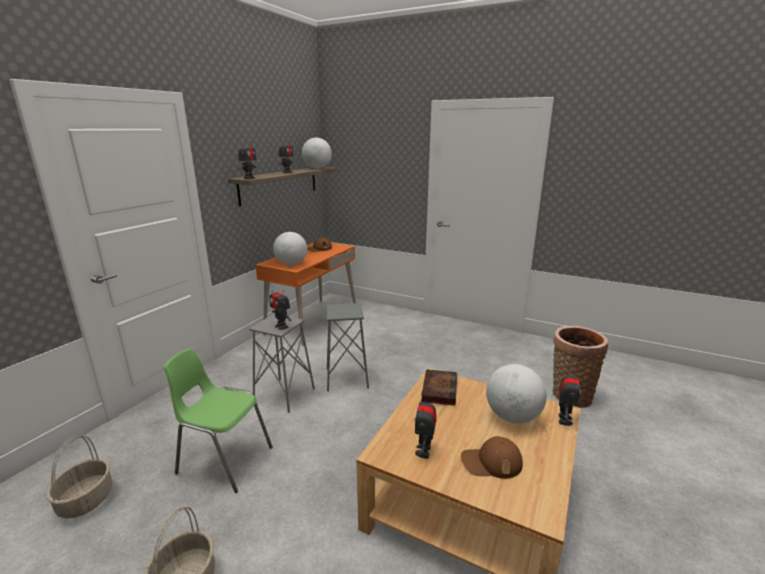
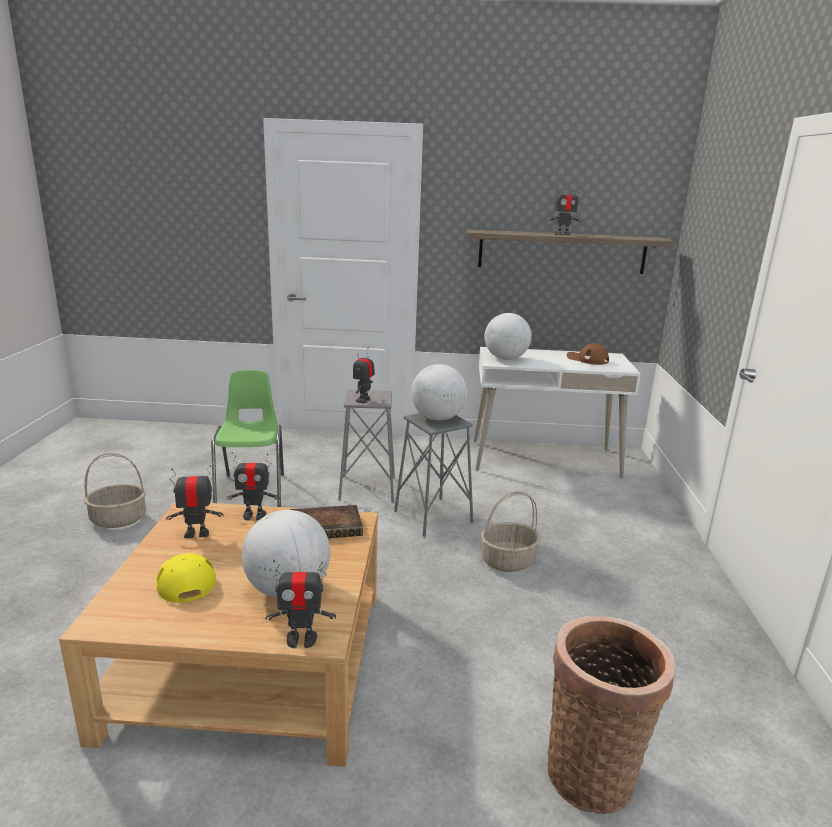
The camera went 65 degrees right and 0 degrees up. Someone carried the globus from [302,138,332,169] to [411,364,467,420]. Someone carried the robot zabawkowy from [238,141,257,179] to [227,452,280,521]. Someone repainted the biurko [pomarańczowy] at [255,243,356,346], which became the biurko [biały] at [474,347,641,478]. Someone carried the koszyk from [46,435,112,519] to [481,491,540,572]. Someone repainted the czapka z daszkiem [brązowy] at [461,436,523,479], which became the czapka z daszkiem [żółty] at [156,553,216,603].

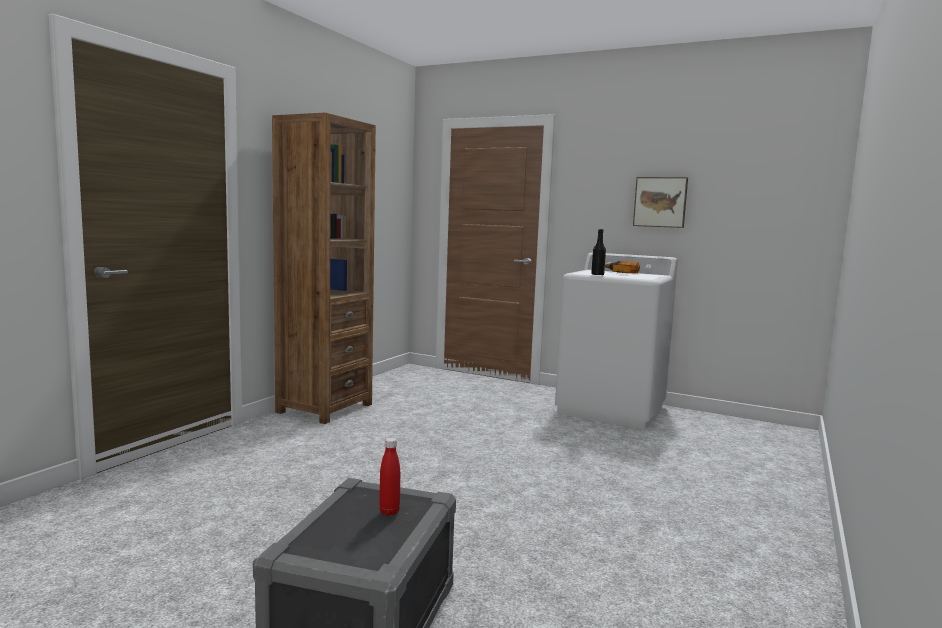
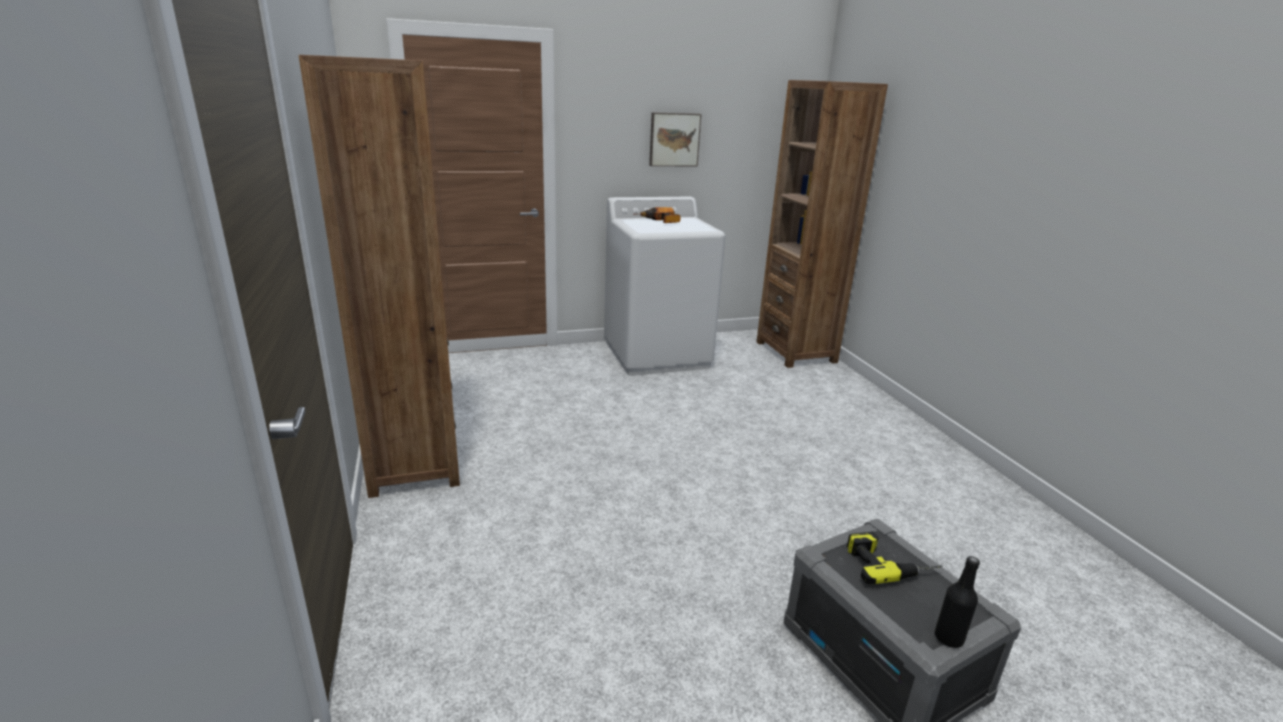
The camera went 45 degrees left and 15 degrees up. Someone carried the butelka [czarny] from [591,229,606,275] to [935,556,980,648]. Someone swapped the butelka [czerwony] at [379,438,400,516] for the wiertarka at [847,531,943,585]. Someone put down the regał [brązowy] at [757,80,888,368].

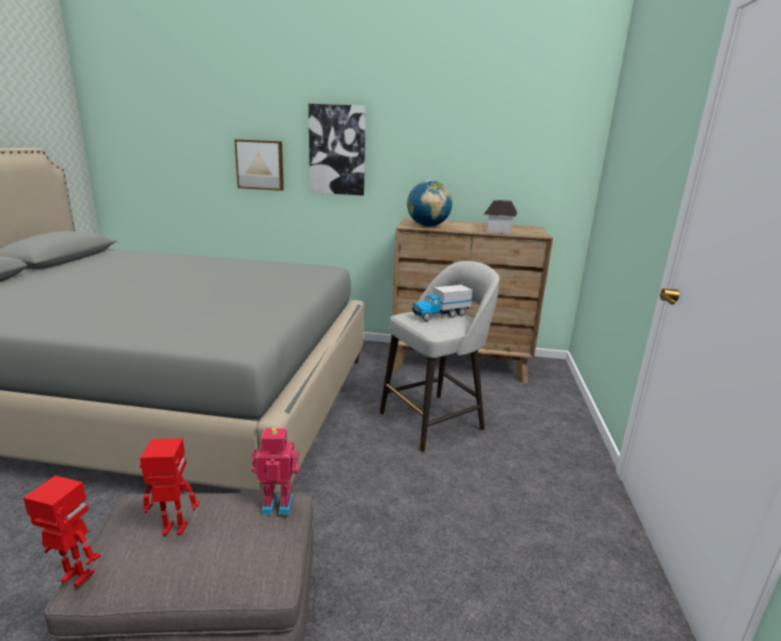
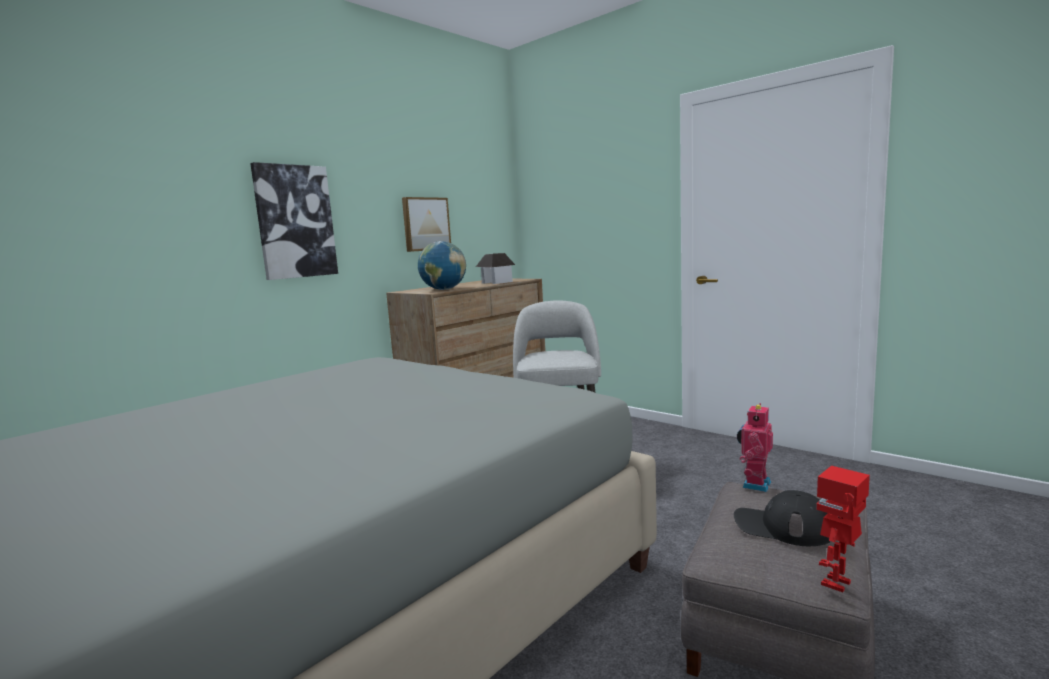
The camera went 55 degrees left and 10 degrees down. Someone carried the obraz from [234,139,284,191] to [402,197,451,252]. Someone took away the ciężarówka zabawkowa at [412,285,473,321]. Someone swapped the robot zabawkowy at [140,438,200,536] for the czapka z daszkiem [czarny] at [734,490,831,546].

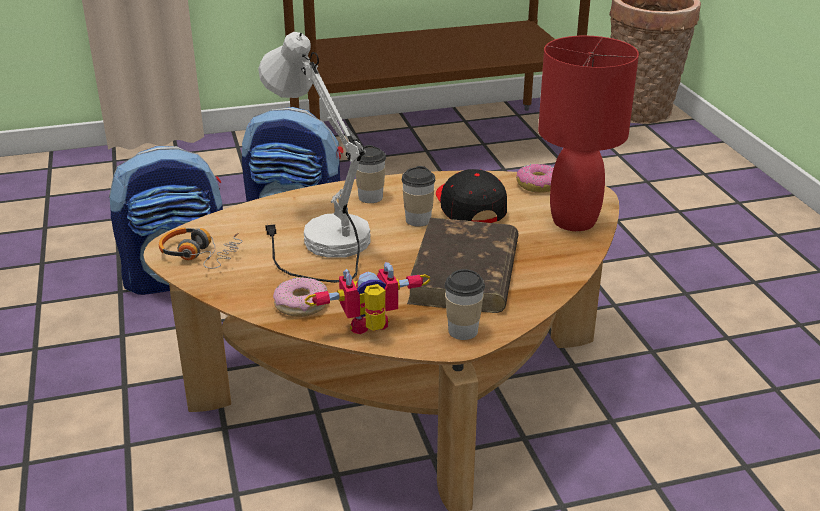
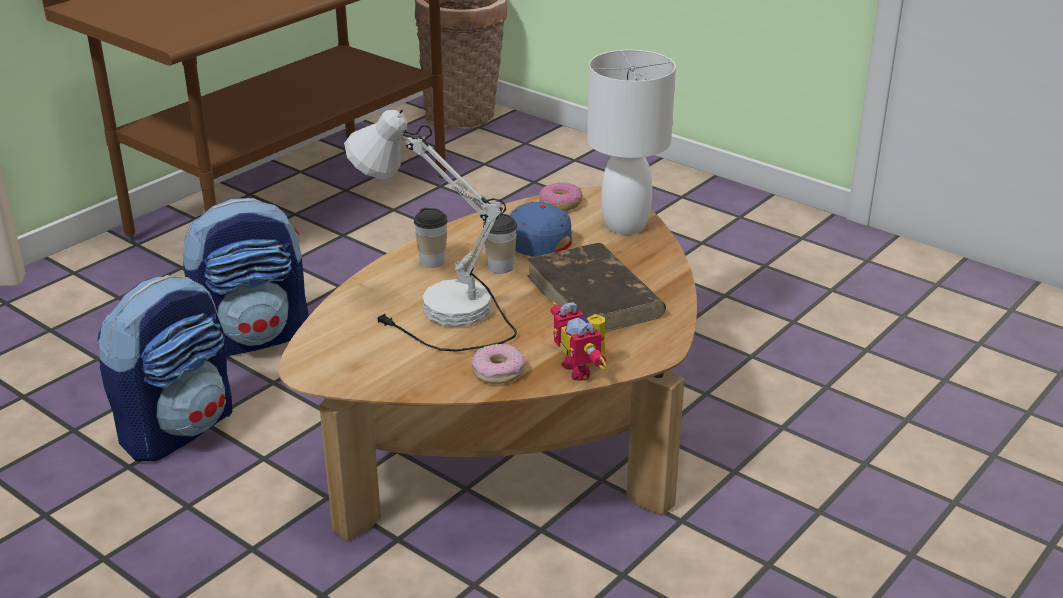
The camera went 35 degrees left and 0 degrees up. Someone repainted the lampa stołowa [czerwony] at [538,36,639,231], which became the lampa stołowa [biały] at [587,50,676,234]. Someone repainted the czapka z daszkiem [czarny] at [436,169,507,223], which became the czapka z daszkiem [niebieski] at [483,202,572,257]. Someone took away the słuchawki at [159,227,242,269]. Someone rotated the robot zabawkowy at [304,262,431,334] by 60 degrees counterclockwise. Someone took away the filiżanka at [444,269,485,340].

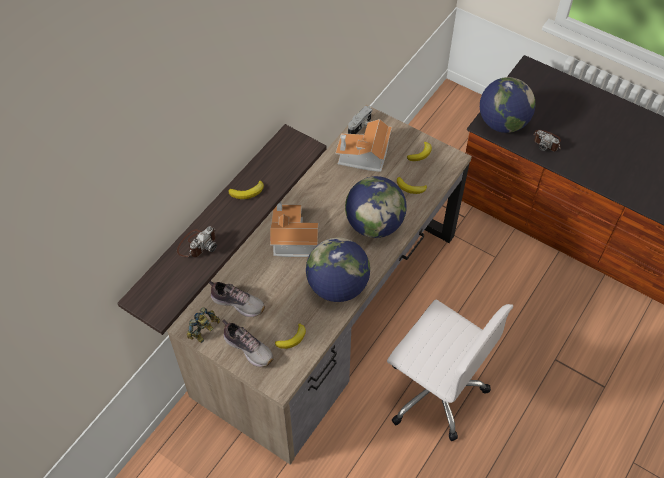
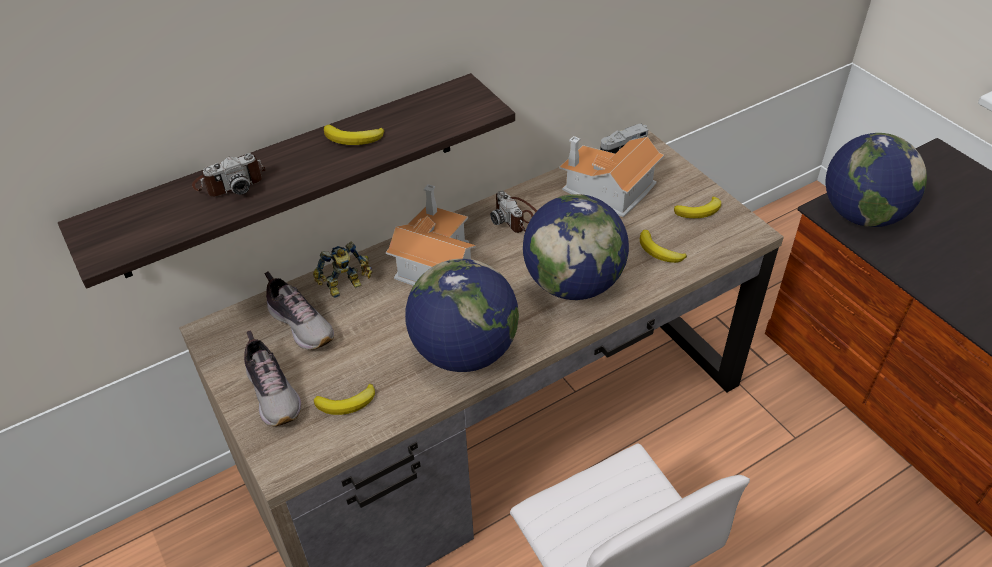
The camera went 25 degrees right and 10 degrees down. Someone carried the aparat fotograficzny from [533,130,561,152] to [490,190,537,233]. Someone carried the robot zabawkowy from [187,307,220,343] to [313,241,372,298].

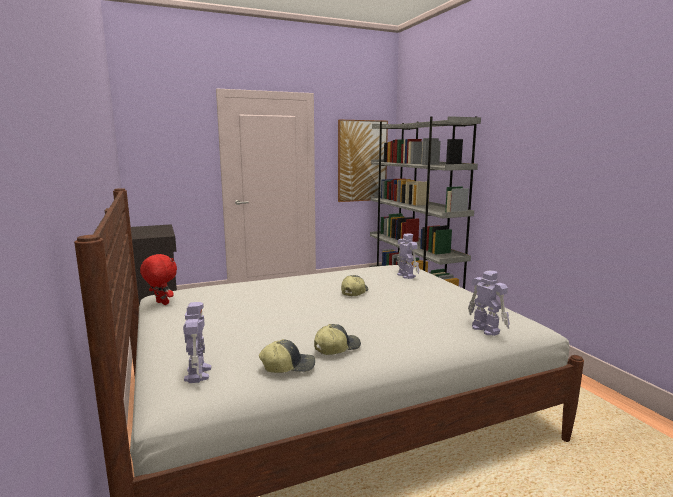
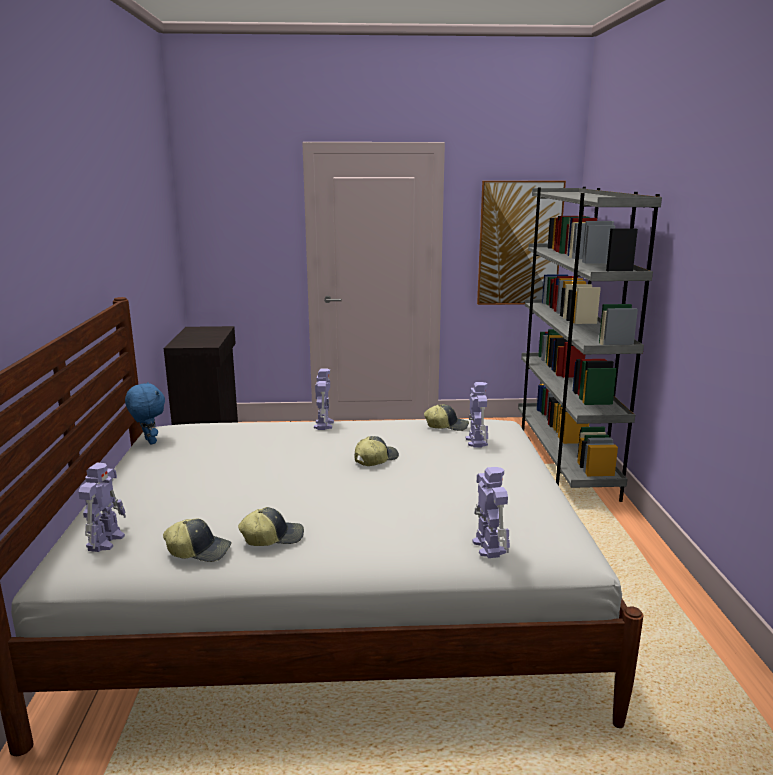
The camera went 20 degrees right and 5 degrees up. Someone repainted the pluszak [czerwony] at [140,254,177,305], which became the pluszak [niebieski] at [125,382,165,444]. Someone put down the robot zabawkowy at [314,369,334,430]. Someone put down the czapka z daszkiem at [424,404,469,431].

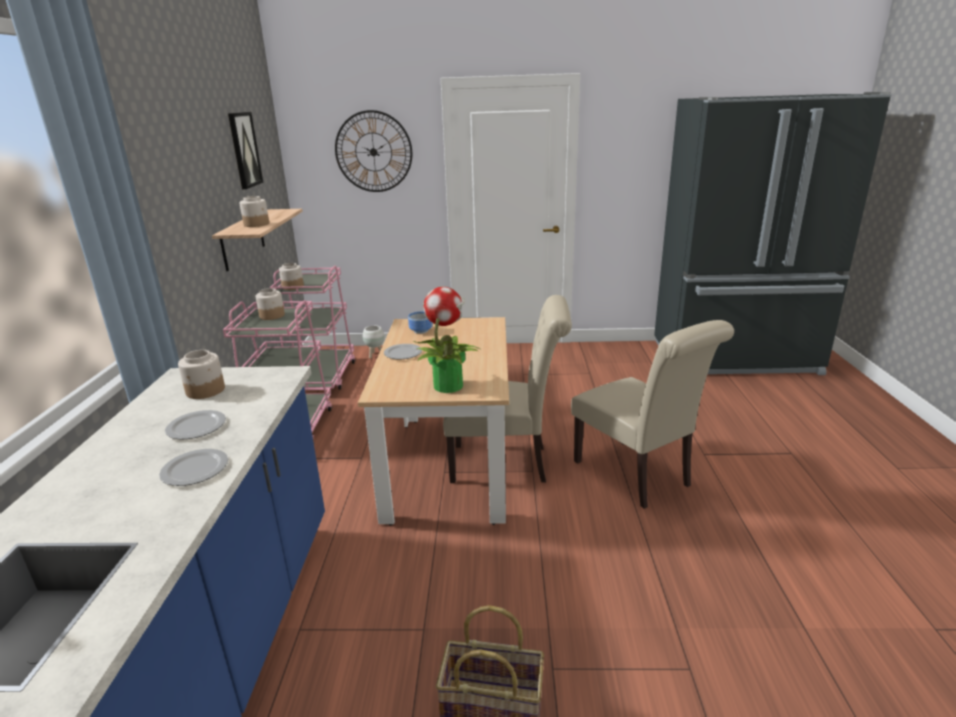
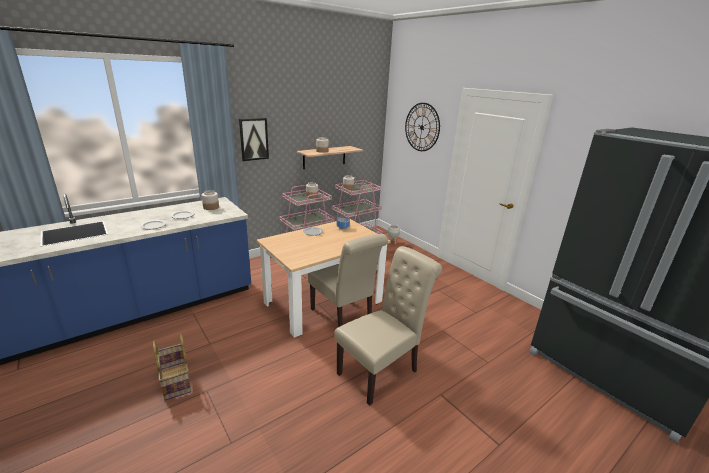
The camera went 50 degrees right and 0 degrees up. Someone carried the obraz from [228,112,263,189] to [239,118,269,161]. Someone took away the roślina doniczkowa at [414,287,481,393]. Someone rotated the krzesło [beżowy] at [571,320,734,509] by 150 degrees counterclockwise.

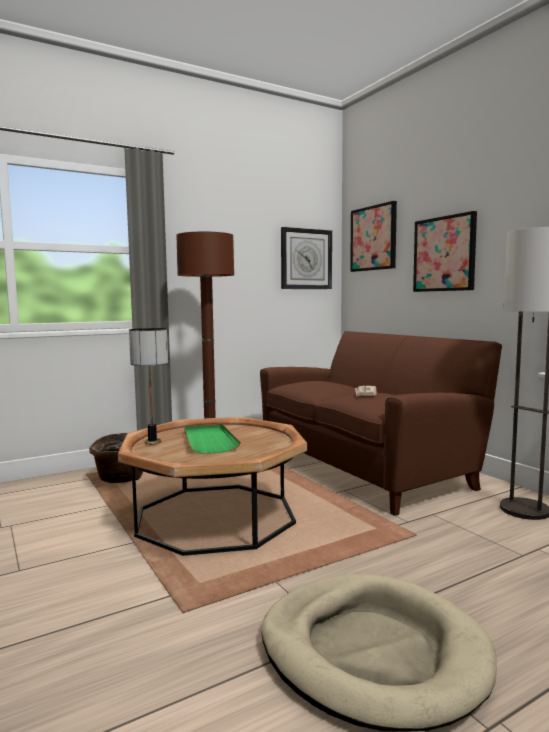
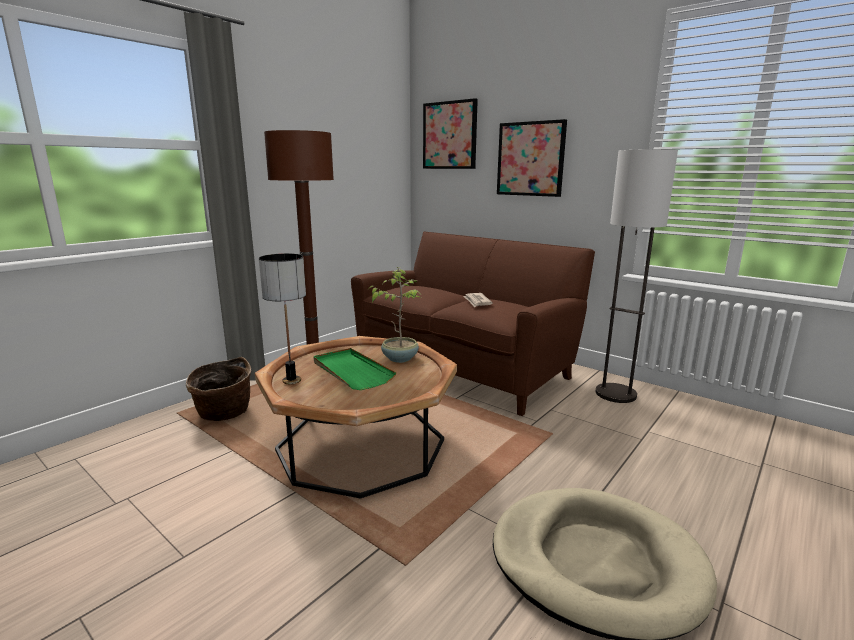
The camera went 20 degrees left and 10 degrees up. Someone took away the zegar ścienny at [281,227,332,289]. Someone put down the roślina doniczkowa at [368,267,421,363].

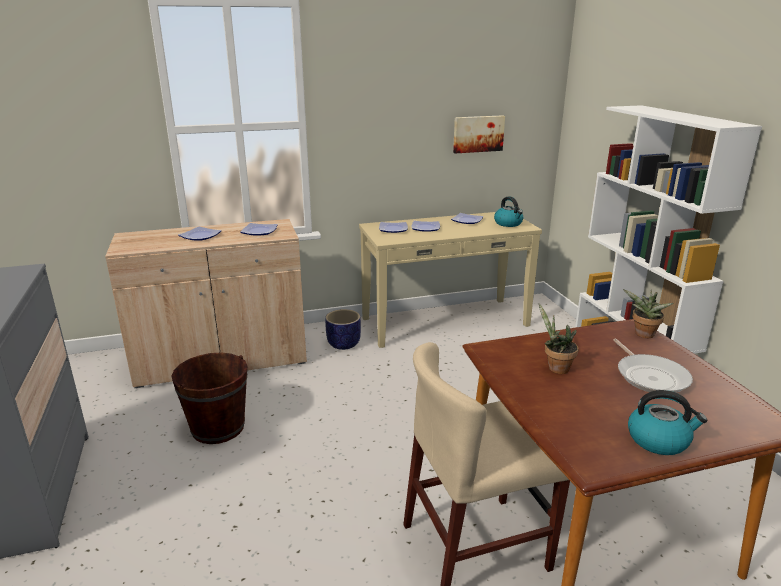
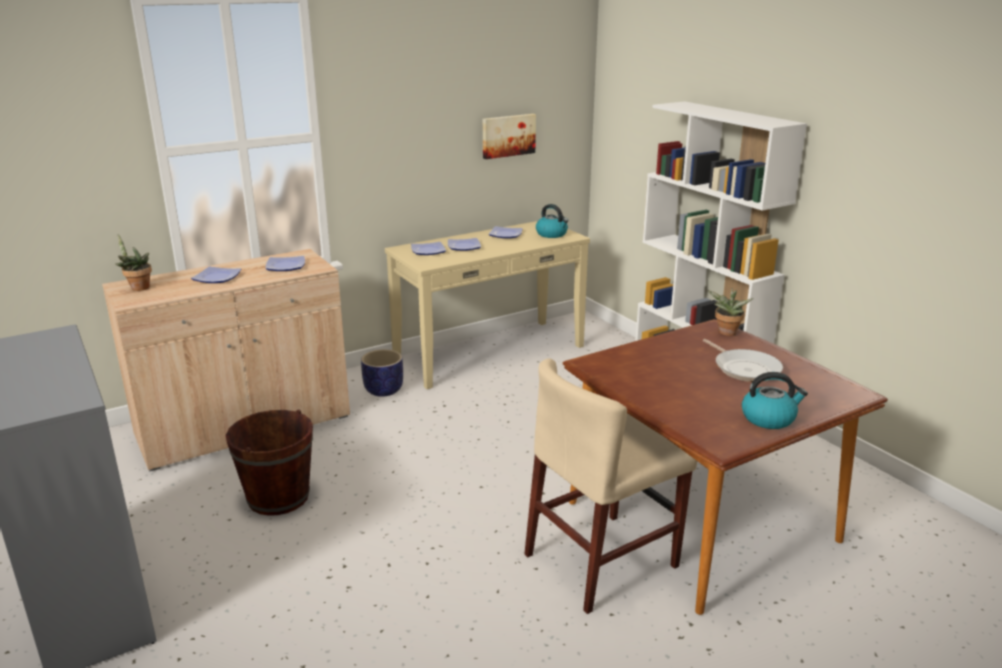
The camera went 15 degrees left and 0 degrees up. Someone carried the roślina doniczkowa from [539,303,578,374] to [115,234,152,291].

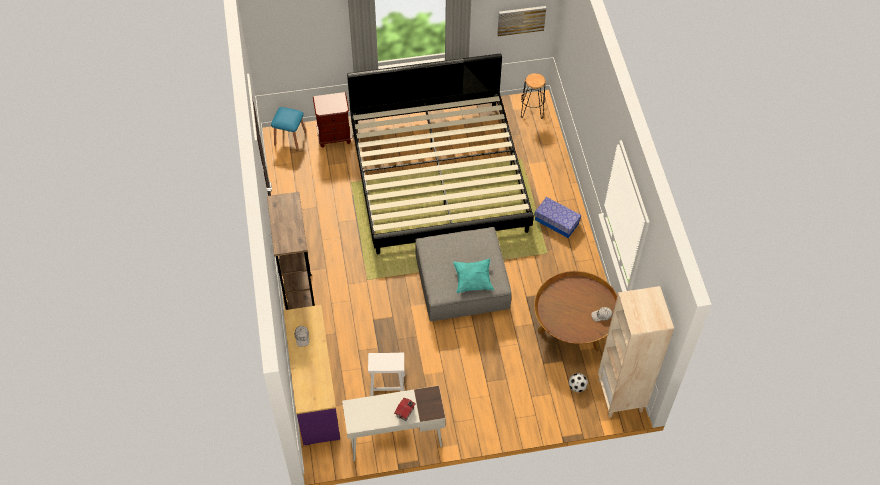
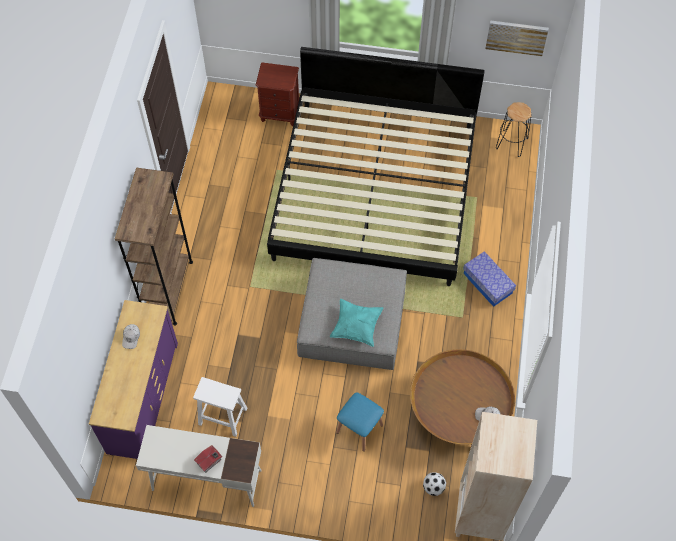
The camera went 20 degrees right and 5 degrees up. Someone carried the stołek [niebieski] from [271,107,306,151] to [336,392,384,451].

